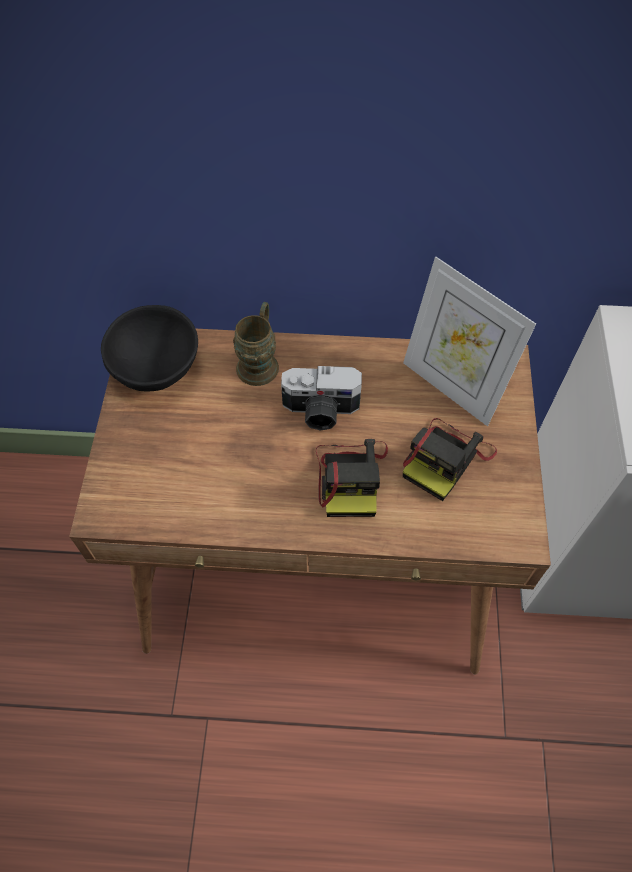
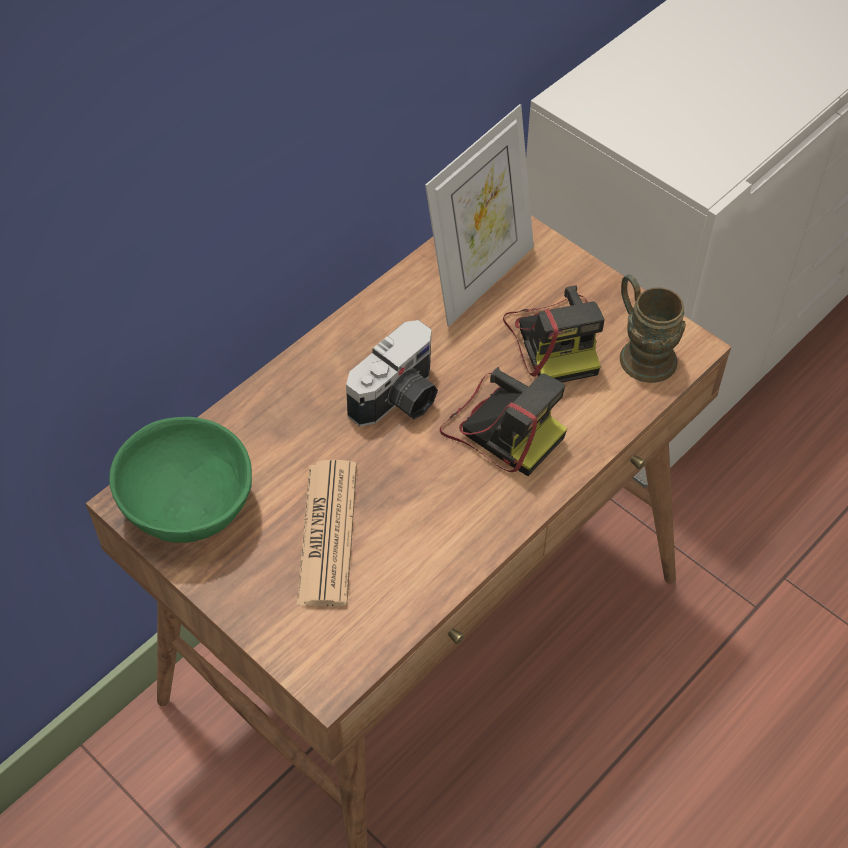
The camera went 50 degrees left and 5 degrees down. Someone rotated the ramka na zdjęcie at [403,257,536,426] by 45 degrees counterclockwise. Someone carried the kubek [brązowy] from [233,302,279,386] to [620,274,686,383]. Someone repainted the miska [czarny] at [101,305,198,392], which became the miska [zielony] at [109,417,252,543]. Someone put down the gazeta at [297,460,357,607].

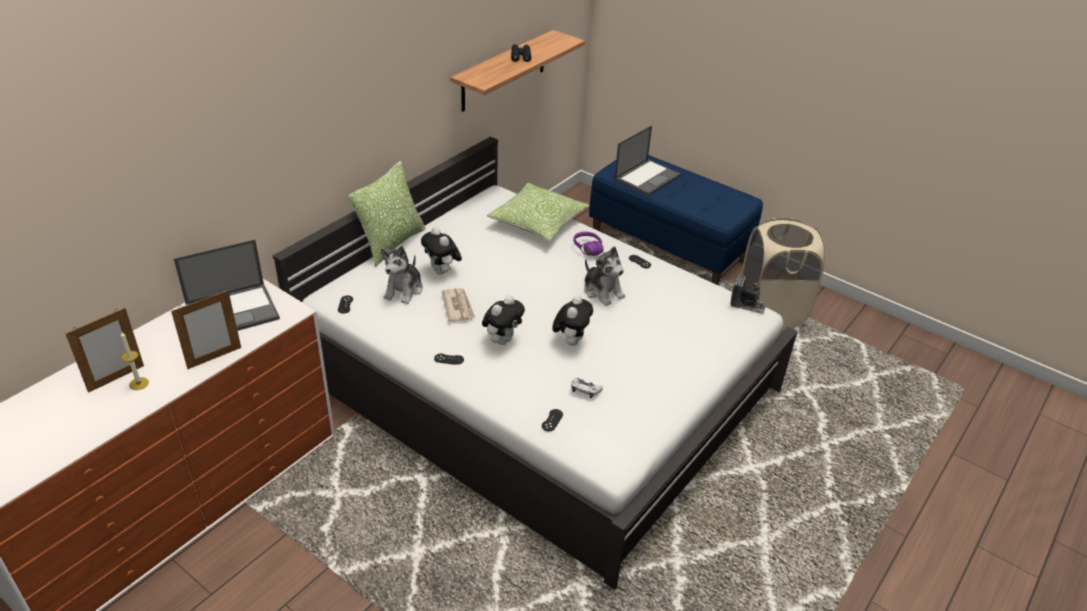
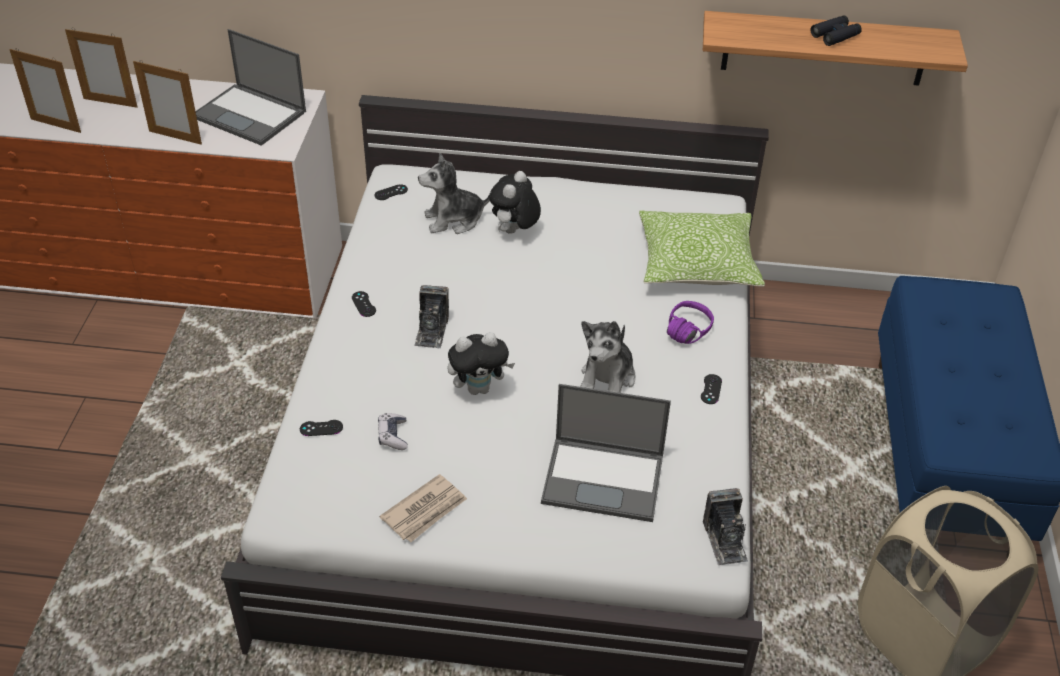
The camera went 60 degrees right and 5 degrees up. Someone carried the laptop from [614,125,681,196] to [541,384,671,522]. Someone took away the poduszka at [348,161,426,267]. Someone carried the gazeta from [442,288,475,322] to [379,474,467,542]. Someone swapped the pluszak at [482,295,525,345] for the aparat fotograficzny at [414,285,449,348]. Someone took away the świeca at [121,332,149,390]. Someone put down the ramka na zdjęcie at [9,48,81,133].

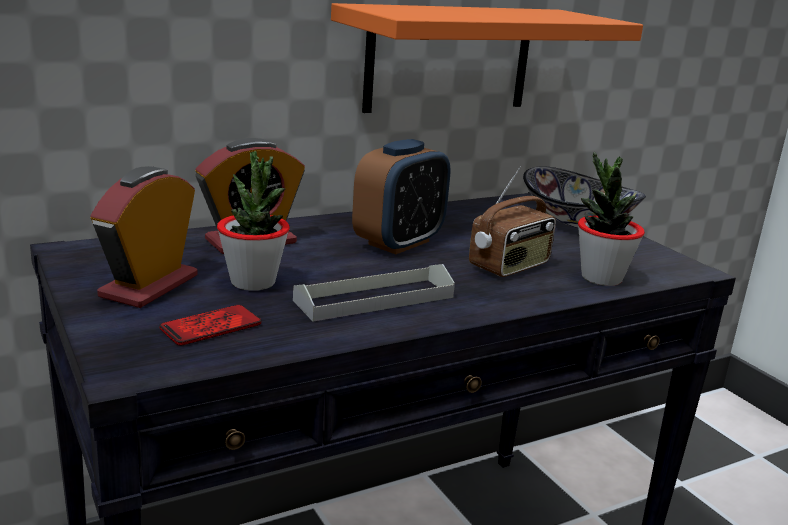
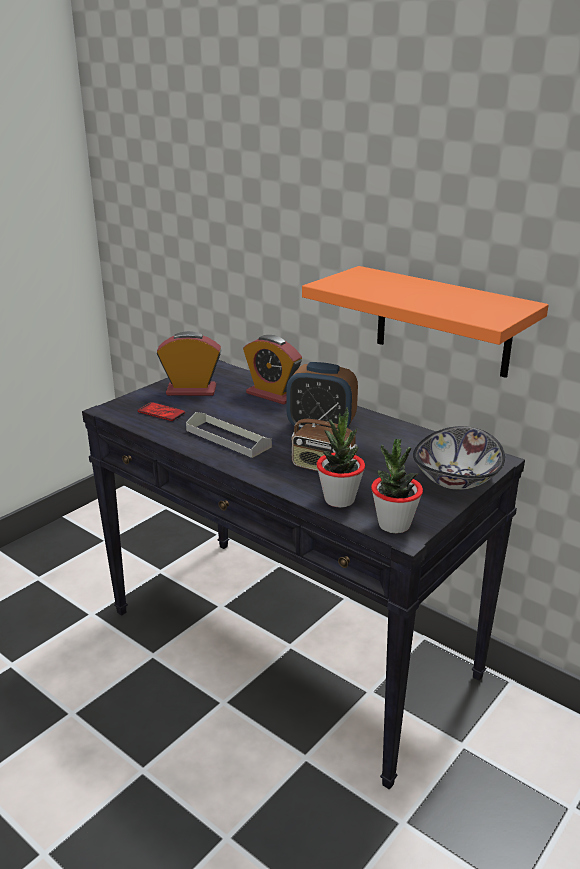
The camera went 70 degrees right and 5 degrees up. Someone carried the roślina doniczkowa from [217,151,290,291] to [371,439,423,533].

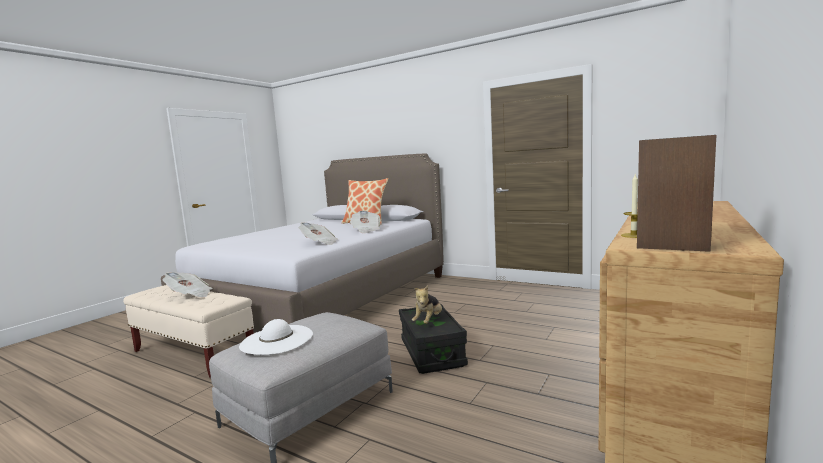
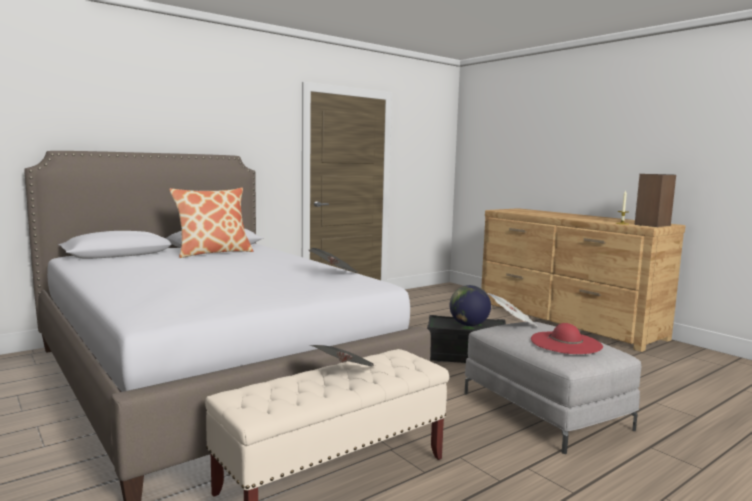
The camera went 70 degrees left and 0 degrees up. Someone carried the gazeta from [350,211,380,233] to [487,293,539,327]. Someone swapped the pluszak at [412,286,442,324] for the globus at [450,285,491,326]. Someone repainted the kapelusz [biały] at [239,319,313,355], which became the kapelusz [czerwony] at [531,323,603,354].

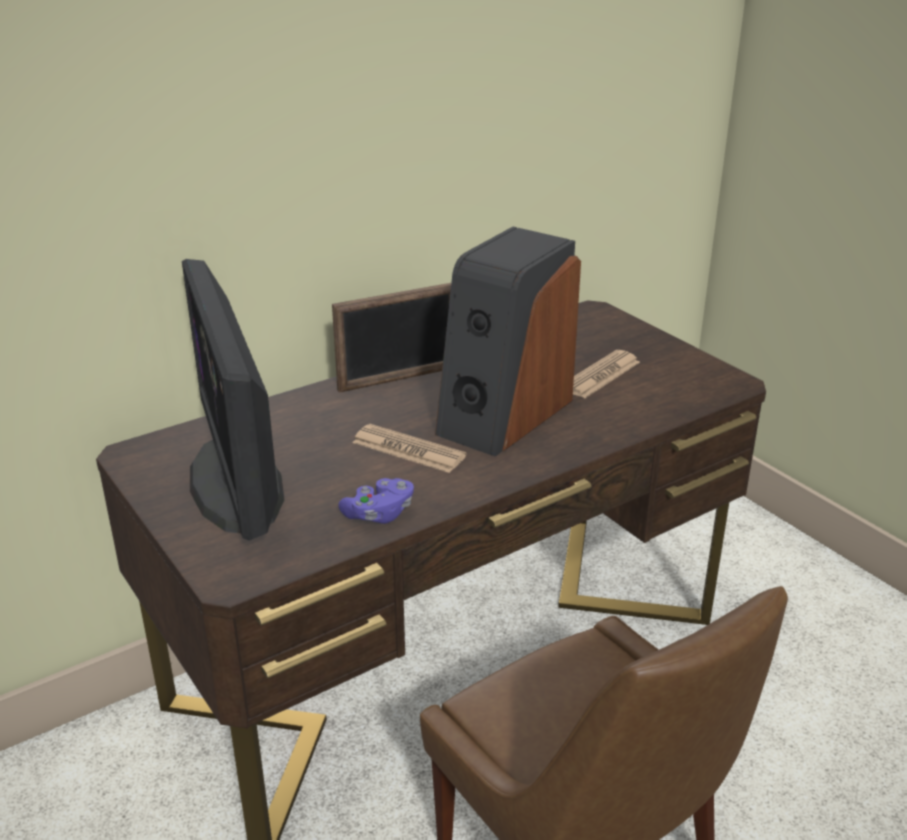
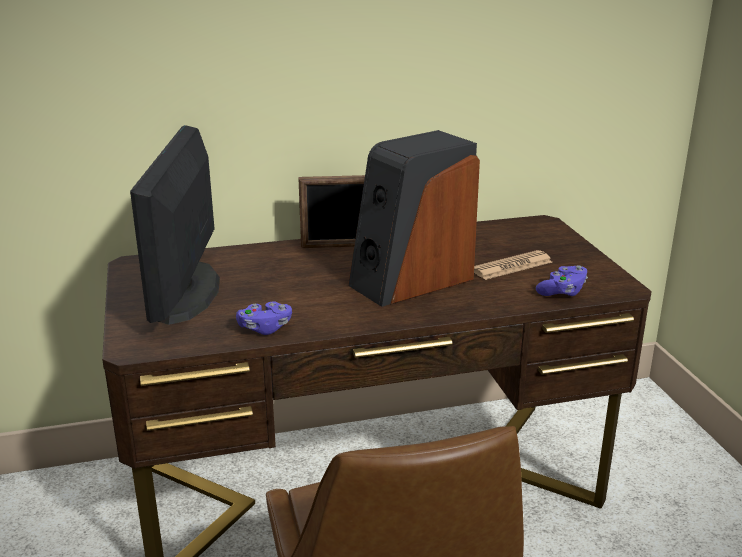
The camera went 20 degrees right and 5 degrees down. Someone took away the gazeta at [352,424,467,473]. Someone put down the pad do gier [fioletowy] at [536,265,588,296].

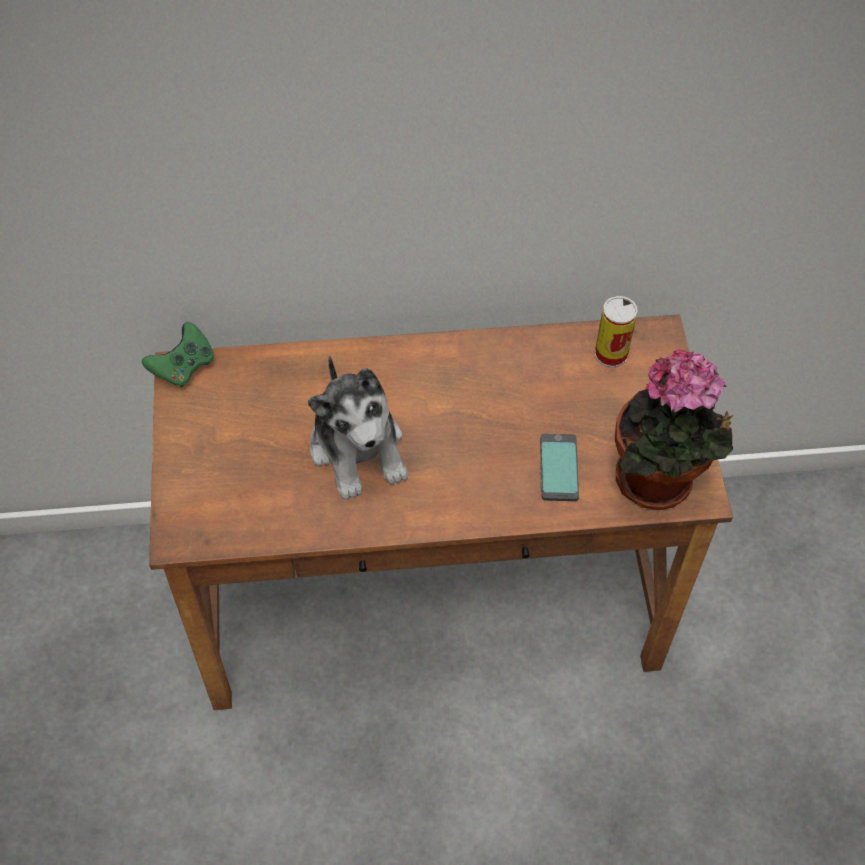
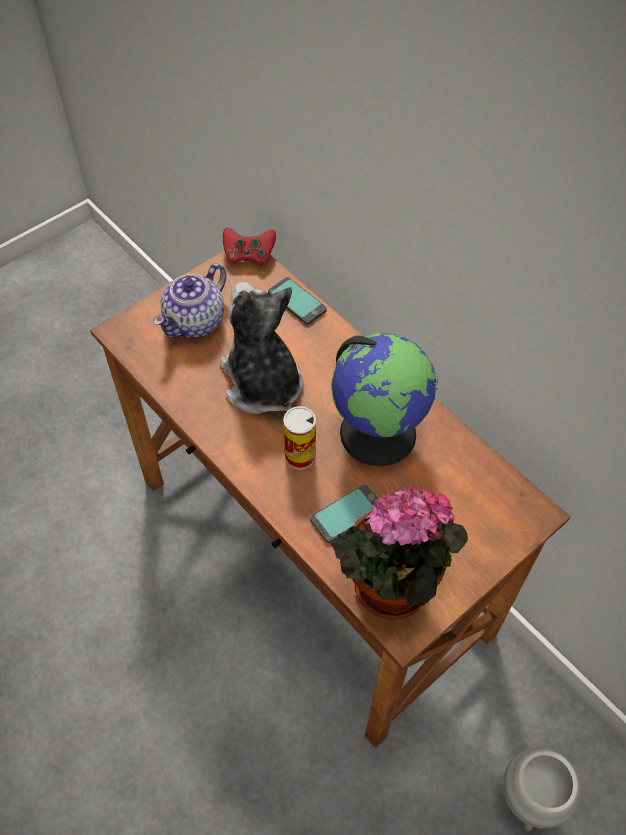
The camera went 55 degrees right and 0 degrees up. Someone carried the puszka from [595,296,638,368] to [283,406,316,470]. Someone repainted the pad do gier [zielony] at [142,322,214,387], which became the pad do gier [czerwony] at [223,227,276,266]. Someone rotated the pluszak at [308,355,408,500] by 120 degrees clockwise. Someone put down the imbryk at [153,263,227,338]. Someone put down the telefon at [268,277,327,325]. Someone put down the globus at [331,333,438,466]. Someone put down the donica [biały] at [501,748,580,831].

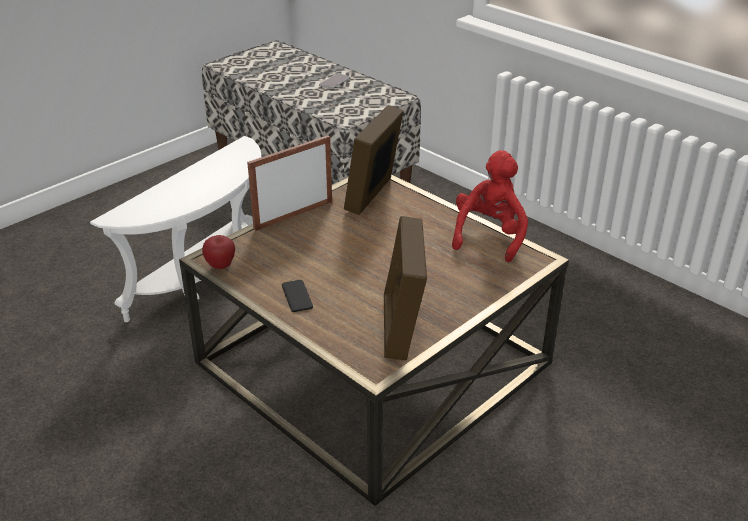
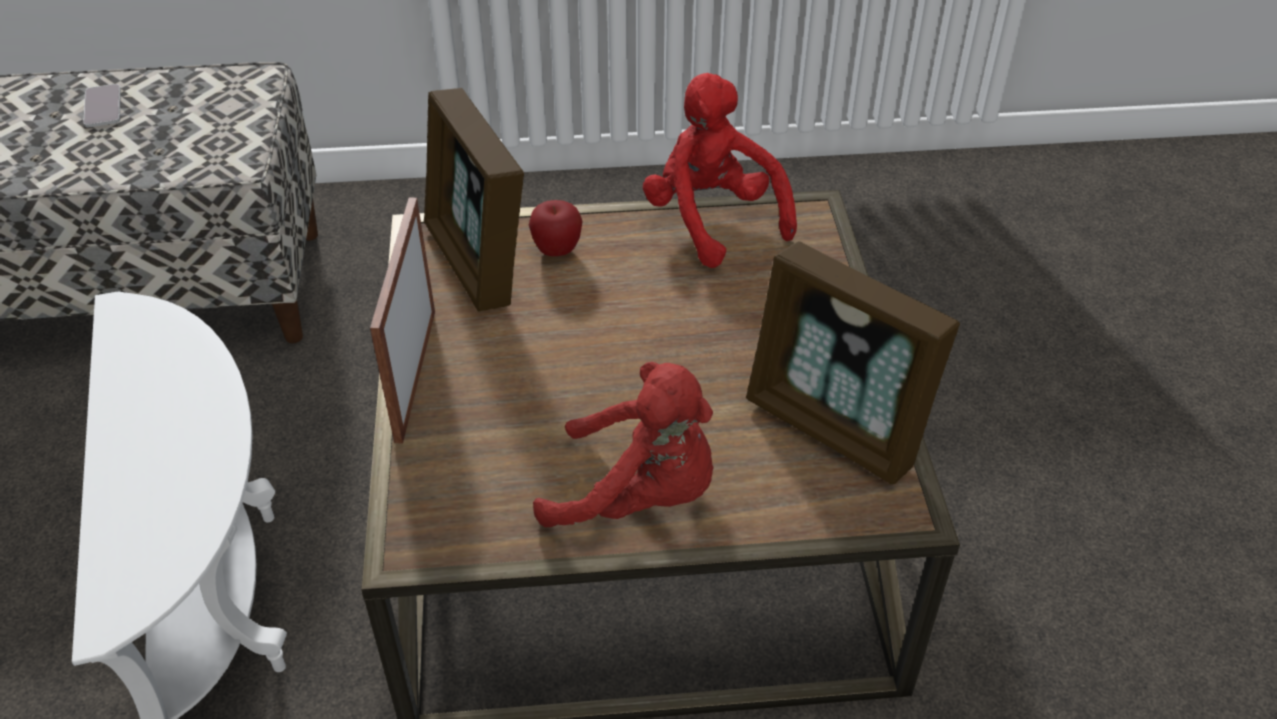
The camera went 50 degrees left and 10 degrees up. Someone carried the jabłko from [202,235,235,269] to [529,200,583,256]. Someone swapped the telefon at [282,280,313,312] for the pluszak [czerwony] at [533,362,714,527].

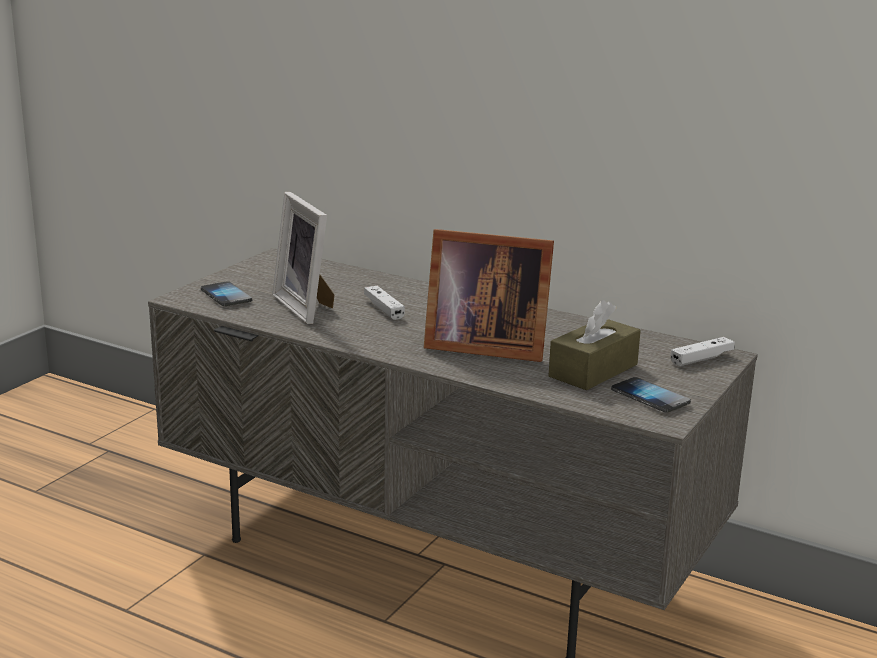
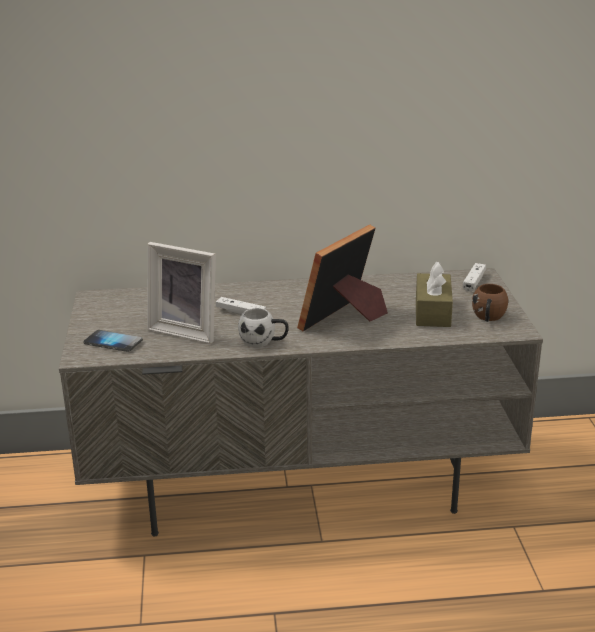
The camera went 35 degrees left and 5 degrees up. Someone rotated the ramka na zdjęcie at [424,229,554,362] by 150 degrees clockwise. Someone swapped the telefon at [611,377,691,413] for the kubek [brązowy] at [472,284,508,322]. Someone put down the kubek [biały] at [238,308,289,347].

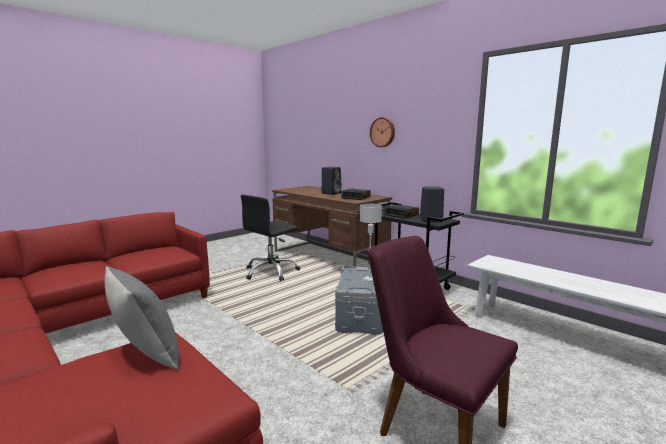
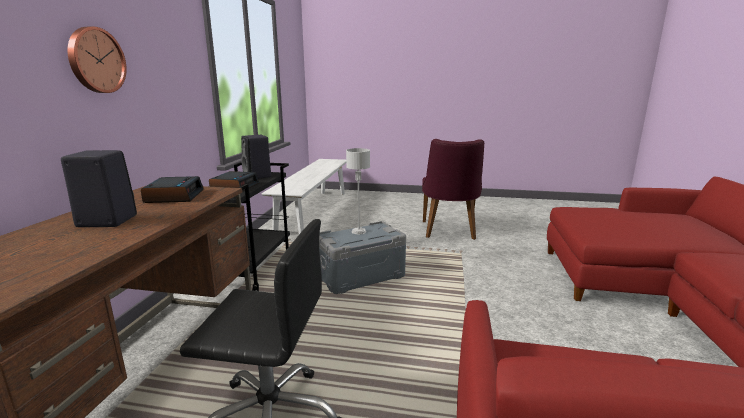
The camera went 125 degrees left and 5 degrees up. Someone took away the poduszka [szary] at [105,266,179,370].

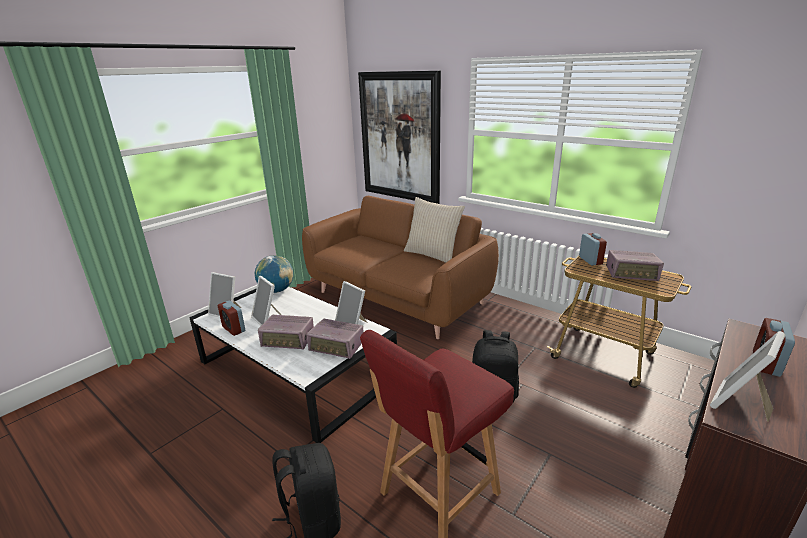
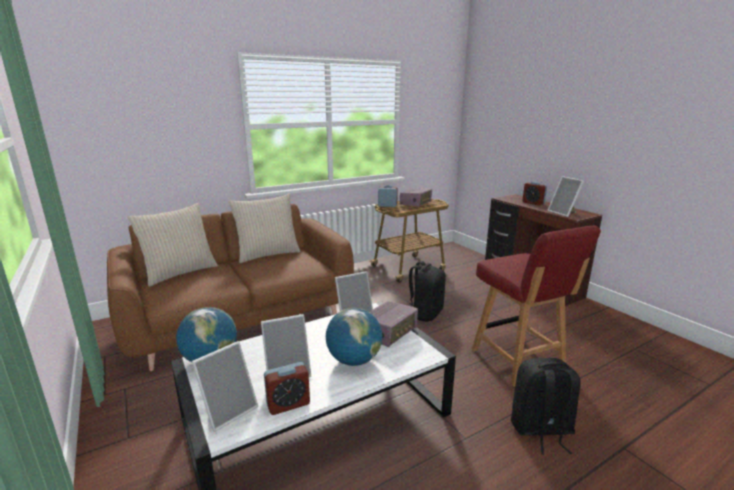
The camera went 70 degrees left and 5 degrees down. Someone took away the obraz at [358,71,441,204]. Someone swapped the radio at [258,315,314,350] for the globus at [326,308,382,366]. Someone put down the poduszka [beżowy] at [127,203,218,287].

